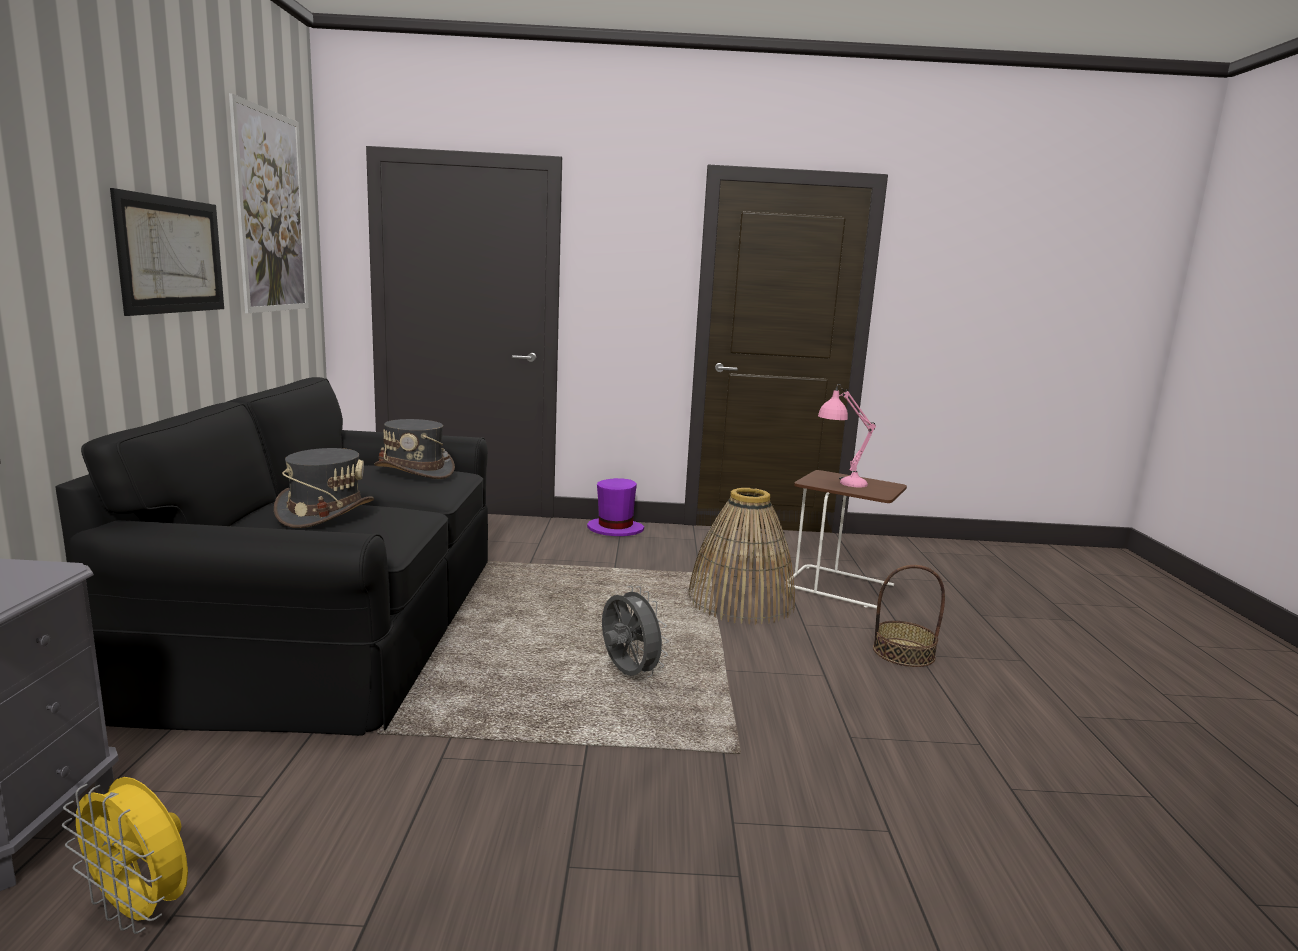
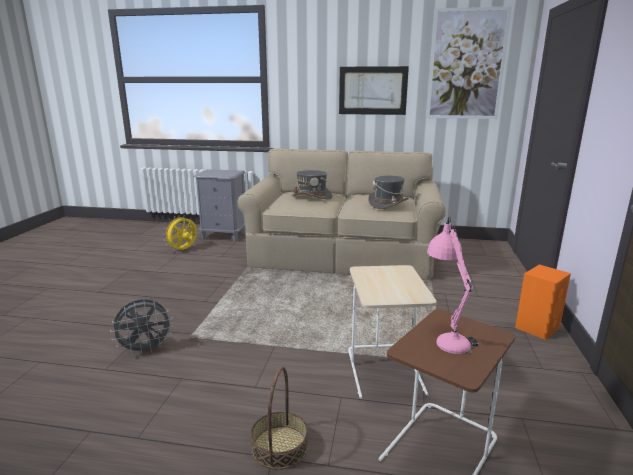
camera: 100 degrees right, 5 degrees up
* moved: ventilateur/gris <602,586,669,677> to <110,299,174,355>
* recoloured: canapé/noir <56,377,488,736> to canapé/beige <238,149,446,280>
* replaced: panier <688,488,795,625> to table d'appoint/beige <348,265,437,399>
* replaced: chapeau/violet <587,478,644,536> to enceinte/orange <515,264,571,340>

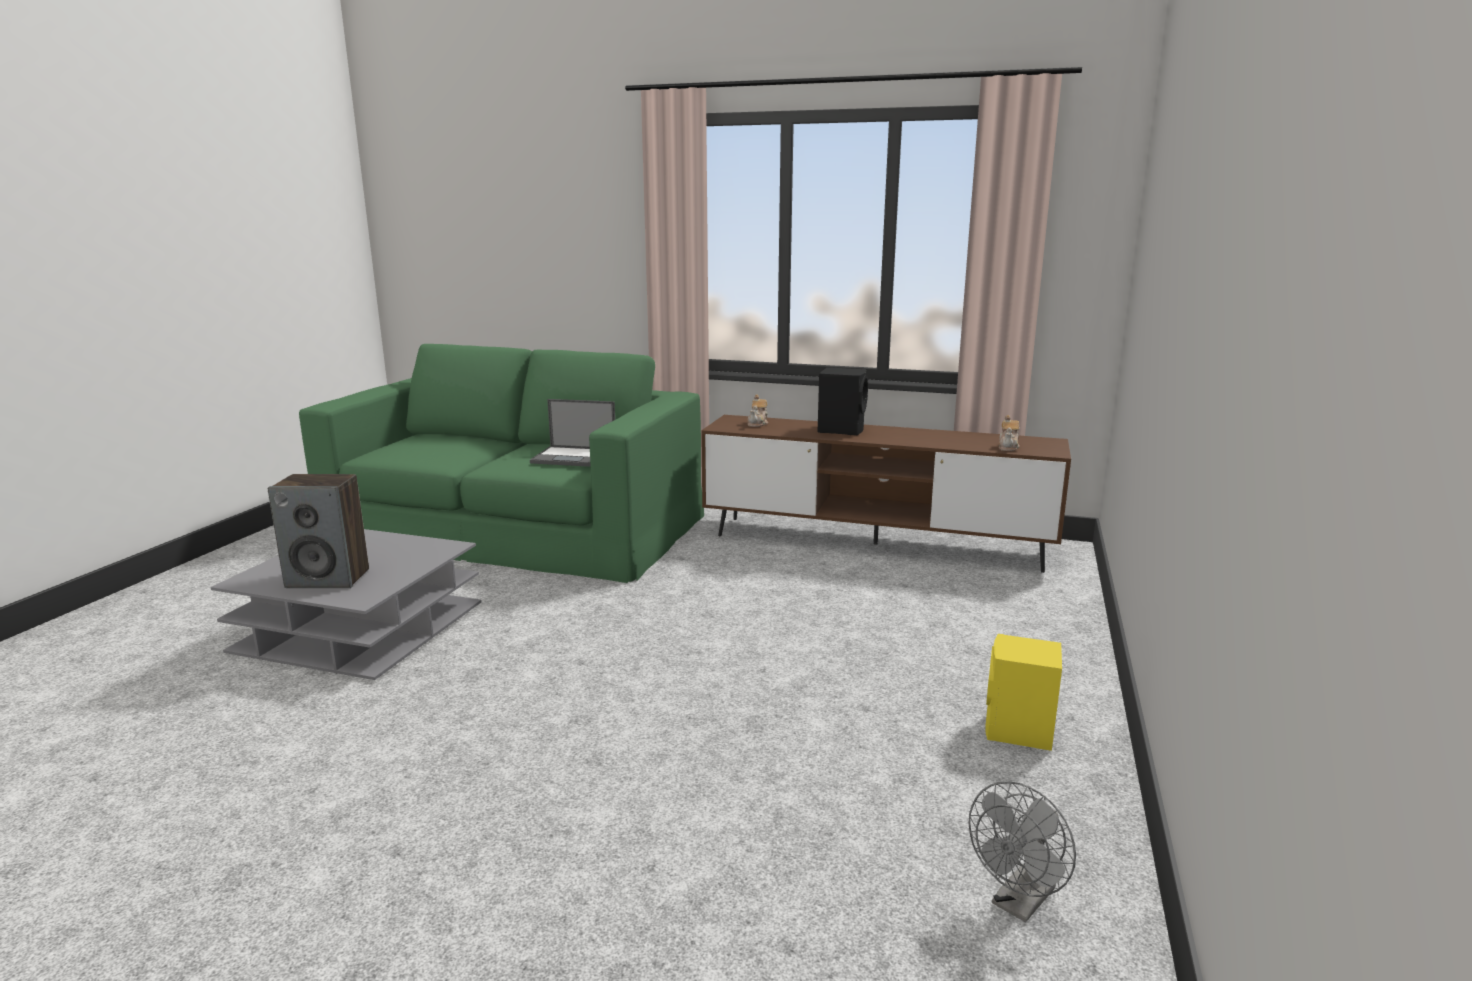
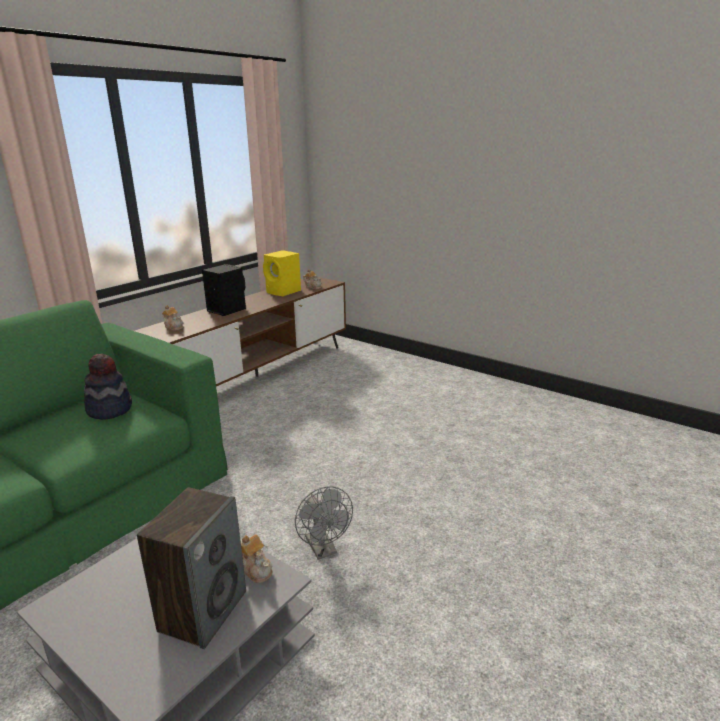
camera: 70 degrees left, 5 degrees up
* replaced: ordinateur portable <530,399,615,467> to chapeau <84,354,132,420>
* added: théière <240,534,273,583>
* moved: enceinte/jaune <986,634,1062,751> to <263,250,301,296>
* moved: ventilateur/gris <969,781,1076,922> to <295,487,353,560>

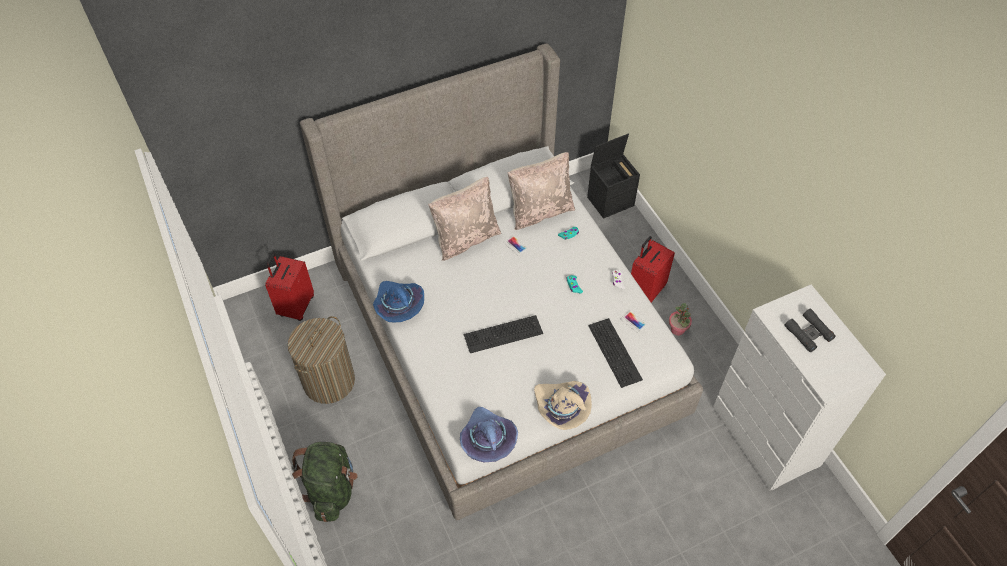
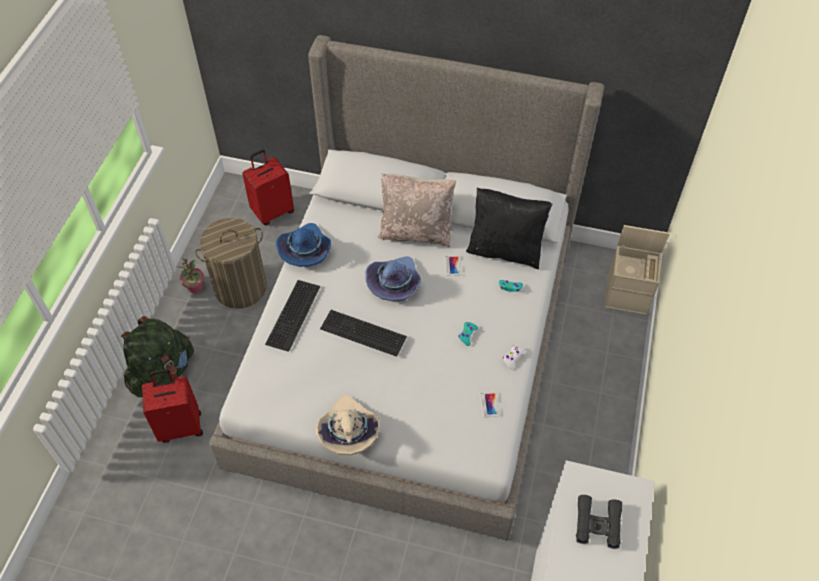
camera: 40 degrees right, 0 degrees up
* moved: valise/rouge <631,236,675,303> to <142,369,203,443>
* moved: plante en pot <669,303,692,336> to <180,257,204,294>
* moved: clavier <588,318,643,388> to <265,280,320,352>
* moved: chapeau/violet <460,407,518,462> to <365,256,421,302>
* recoloured: coussin/beige <507,152,575,230> to coussin/noir <466,188,552,269>
* recoloured: boîte de rangement/noir <587,134,640,219> to boîte de rangement/beige <604,225,670,315>

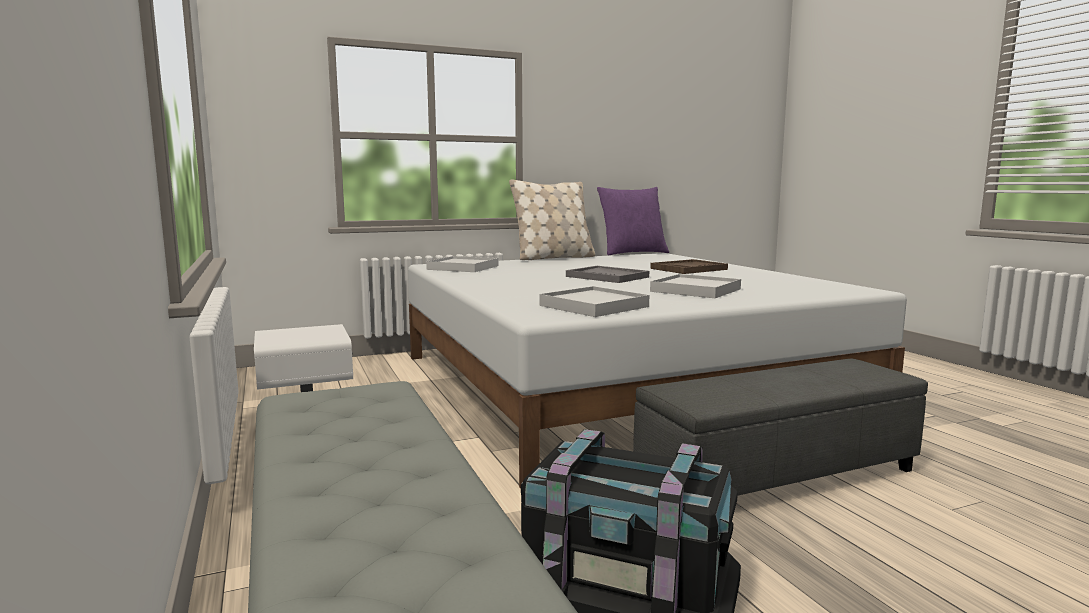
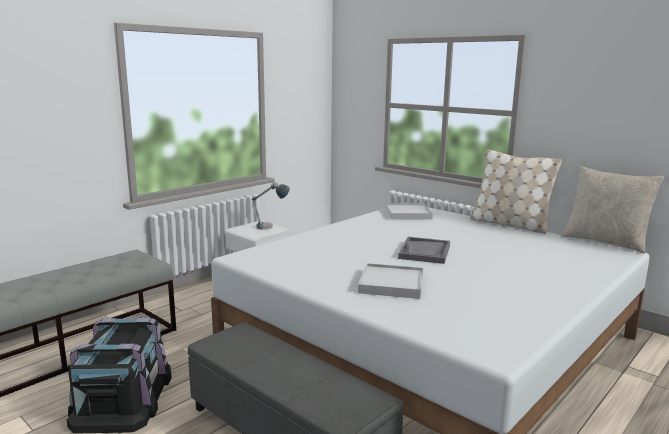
camera: 65 degrees right, 5 degrees up
* added: lampe de table <252,182,290,230>
* recoloured: coussin/violet <597,187,669,255> to coussin/beige <562,166,664,254>
* removed: plateau/blanc <539,286,649,317>
* removed: plateau/marron <650,259,728,274>

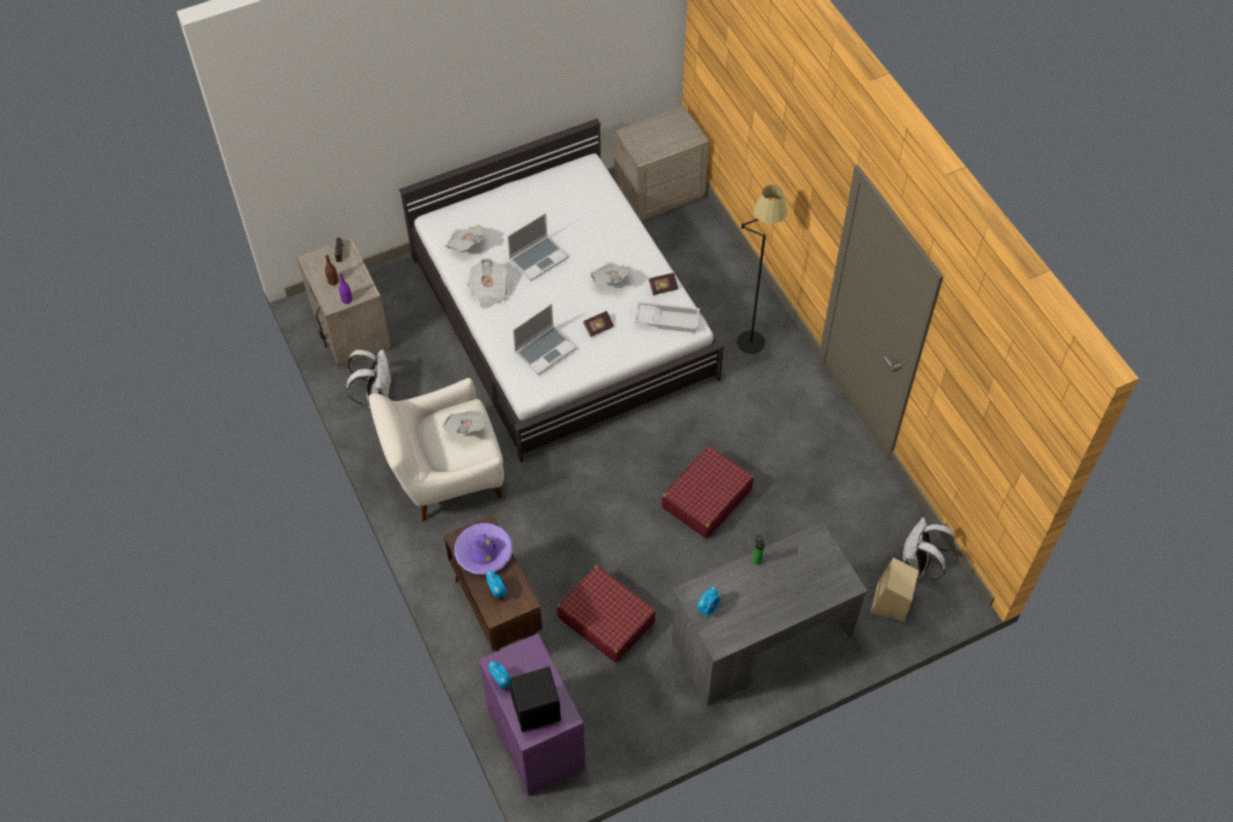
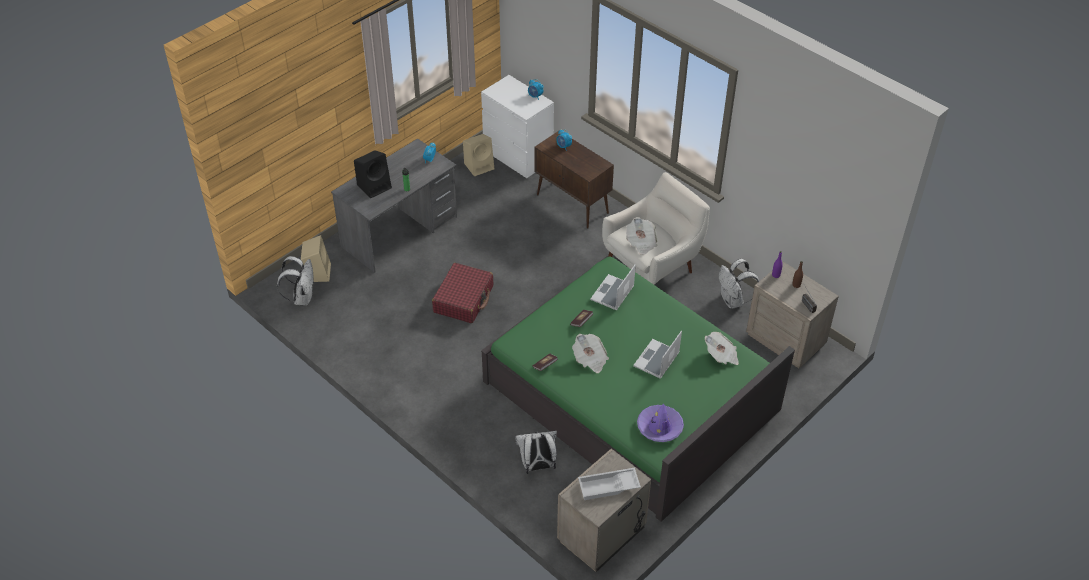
camera: 160 degrees right, 10 degrees down
* moved: enceinte/noir <510,666,561,732> to <354,150,392,198>
* added: enceinte/beige <463,134,494,176>
* recoloured: commode/violet <479,633,586,796> to commode/blanc <481,75,554,179>
* recoloured: lit/blanc <399,118,724,463> to lit/vert <481,256,795,522>
* added: sac à dos/blanc <515,431,557,474>
* moved: plateau/blanc <635,301,700,333> to <578,468,641,500>
* moved: chapeau/violet <454,523,513,575> to <637,403,684,442>
* removed: journal <467,258,509,309>
* removed: valise/rouge <557,566,656,663>
* removed: lampadaire/noir <737,185,788,354>

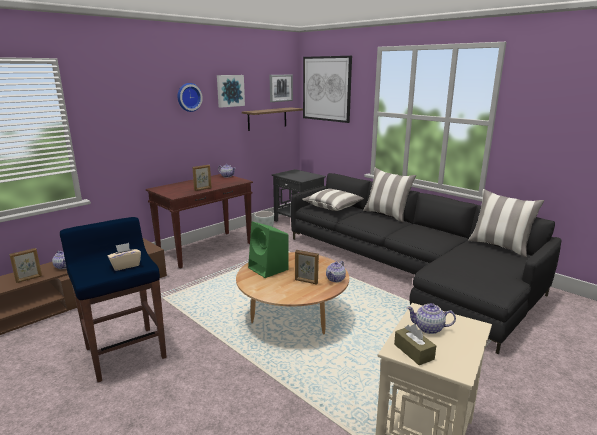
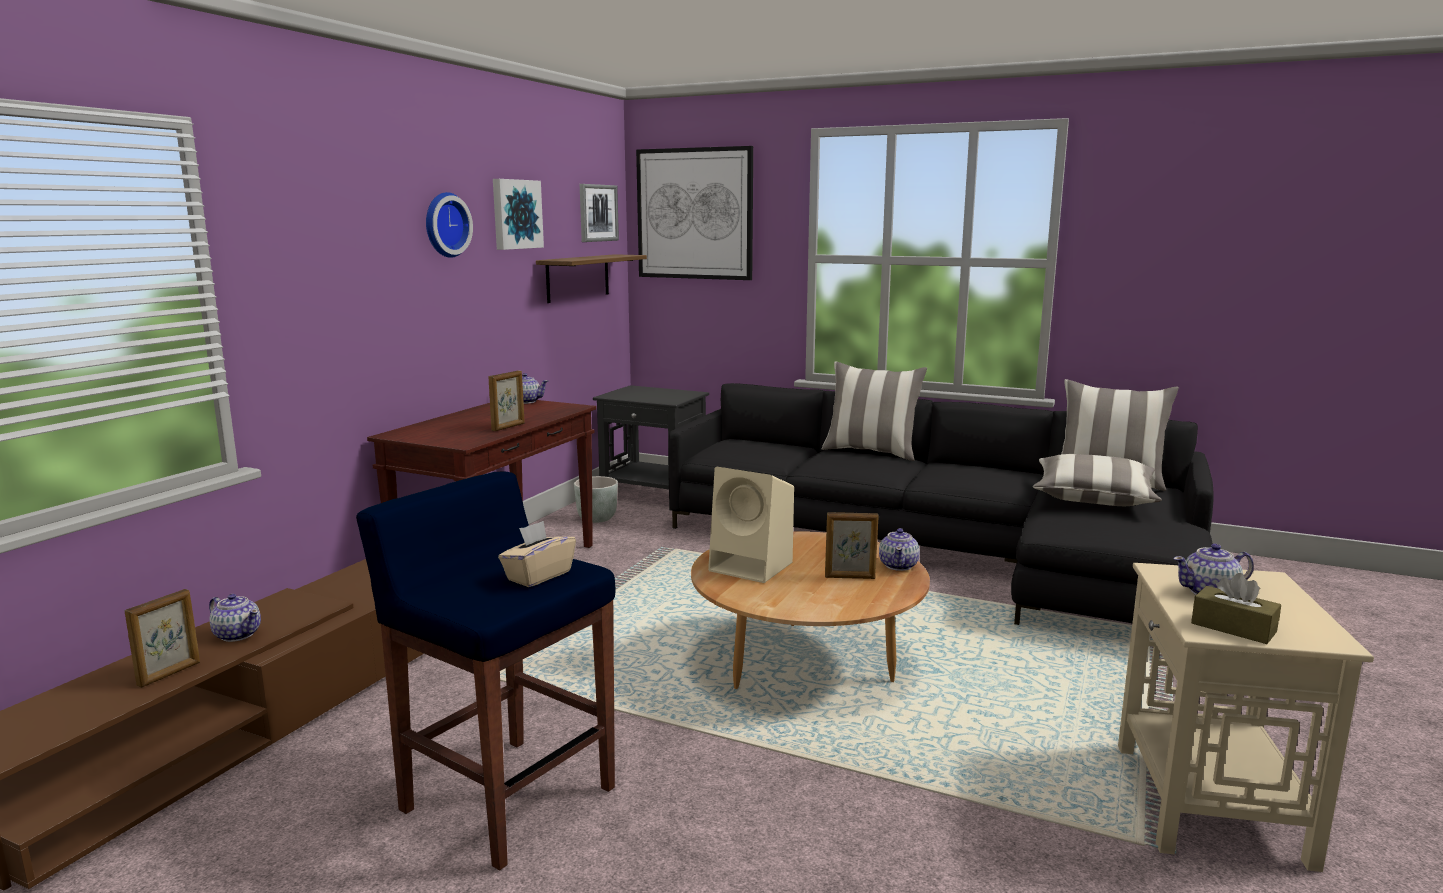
camera: 20 degrees left, 5 degrees down
* recoloured: enceinte/vert <248,221,289,278> to enceinte/beige <708,467,794,583>
* moved: coussin <302,189,364,211> to <1033,454,1162,506>

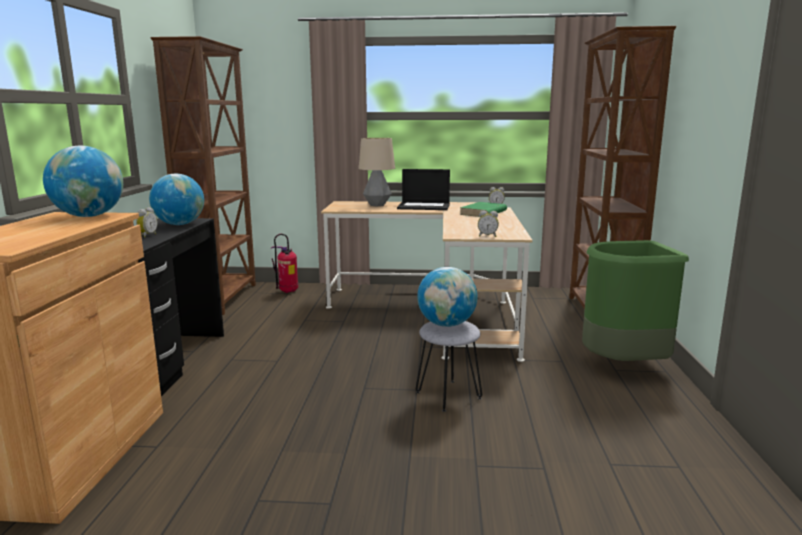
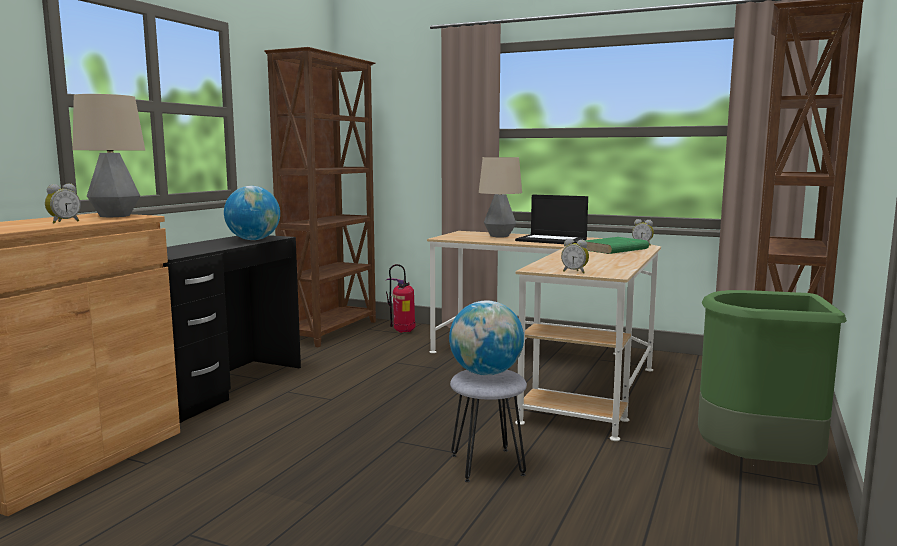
camera: 20 degrees right, 5 degrees down
* moved: réveil <136,207,157,238> to <45,184,81,224>
* replaced: globe <43,146,123,217> to lampe de table <72,94,145,218>

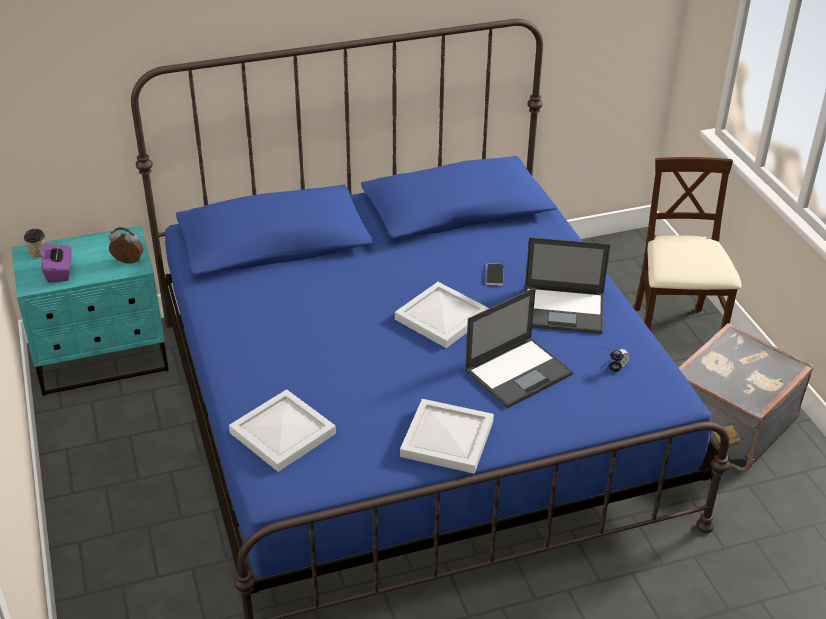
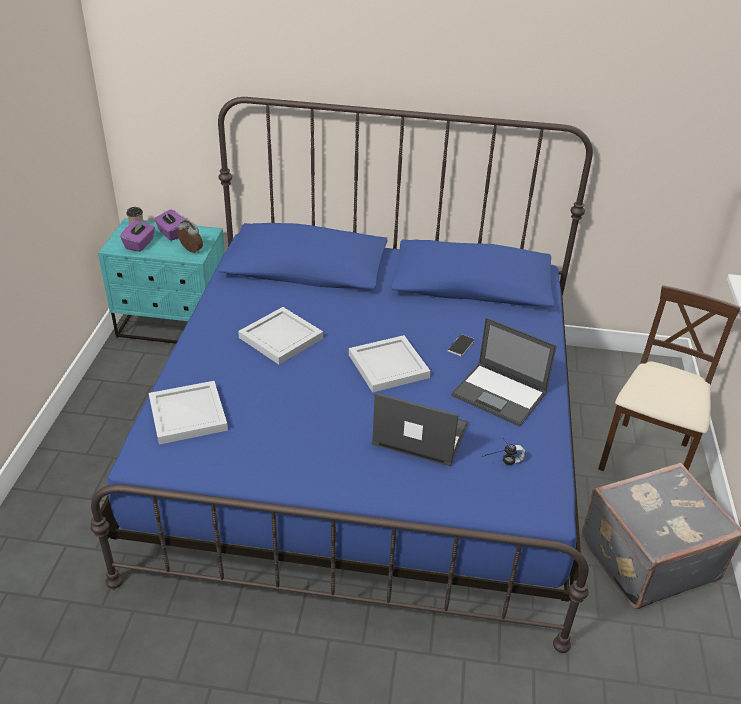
camera: 25 degrees right, 0 degrees up
* added: boîte à mouchoirs/violet <154,209,184,241>
* moved: plateau/blanc <400,399,494,474> to <238,307,323,365>
* turned: ordinateur portable <465,288,573,408> = <372,393,469,467> 150 degrees counterclockwise

